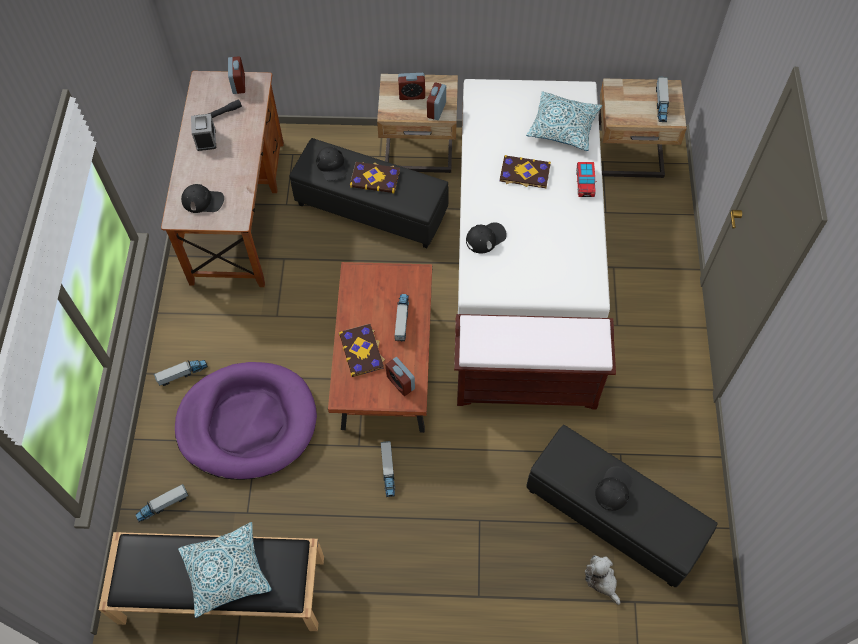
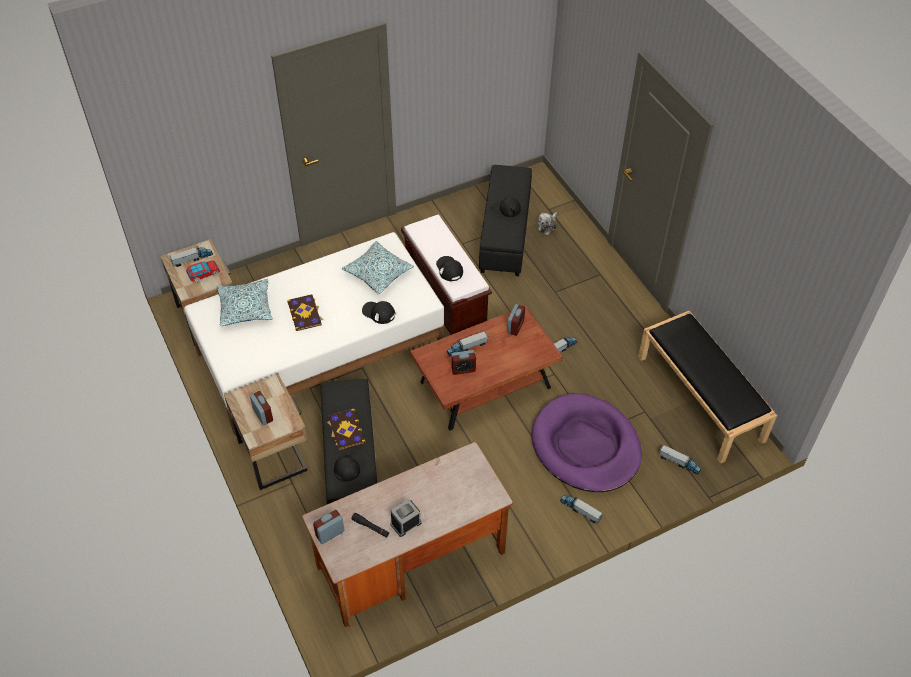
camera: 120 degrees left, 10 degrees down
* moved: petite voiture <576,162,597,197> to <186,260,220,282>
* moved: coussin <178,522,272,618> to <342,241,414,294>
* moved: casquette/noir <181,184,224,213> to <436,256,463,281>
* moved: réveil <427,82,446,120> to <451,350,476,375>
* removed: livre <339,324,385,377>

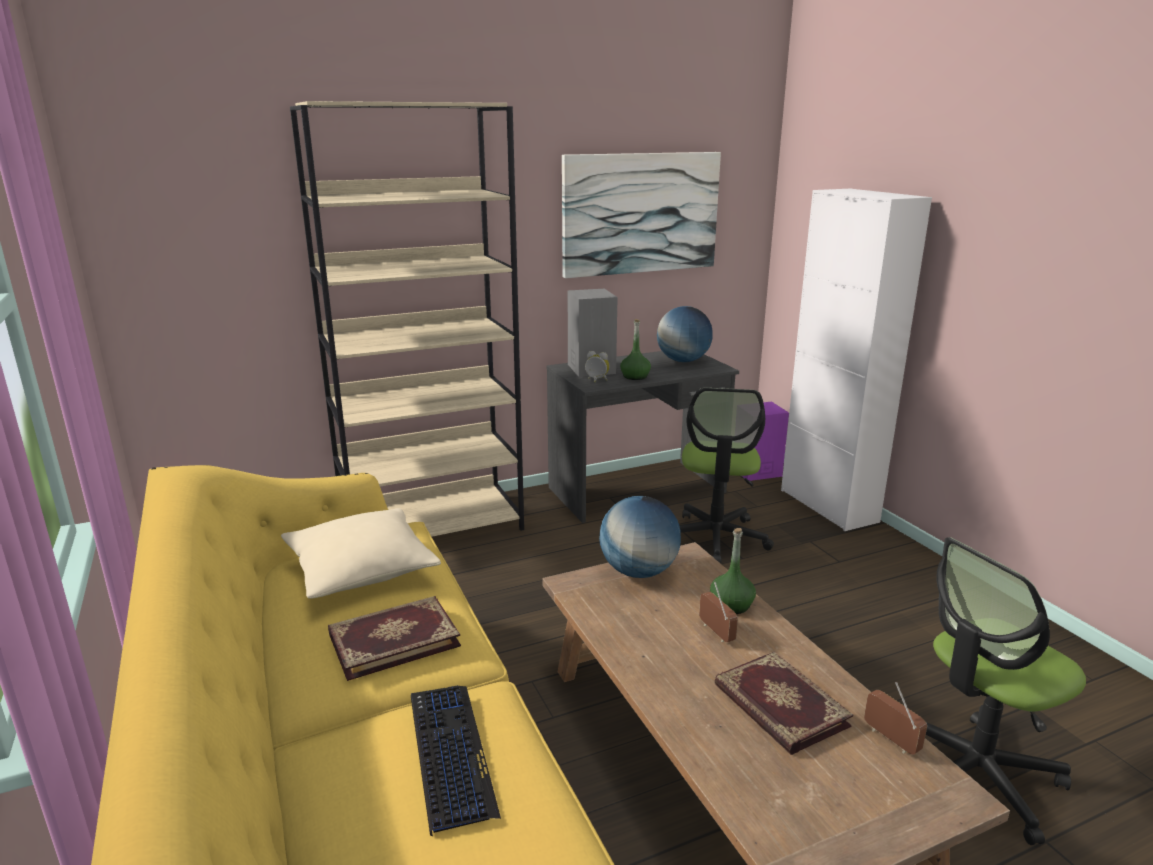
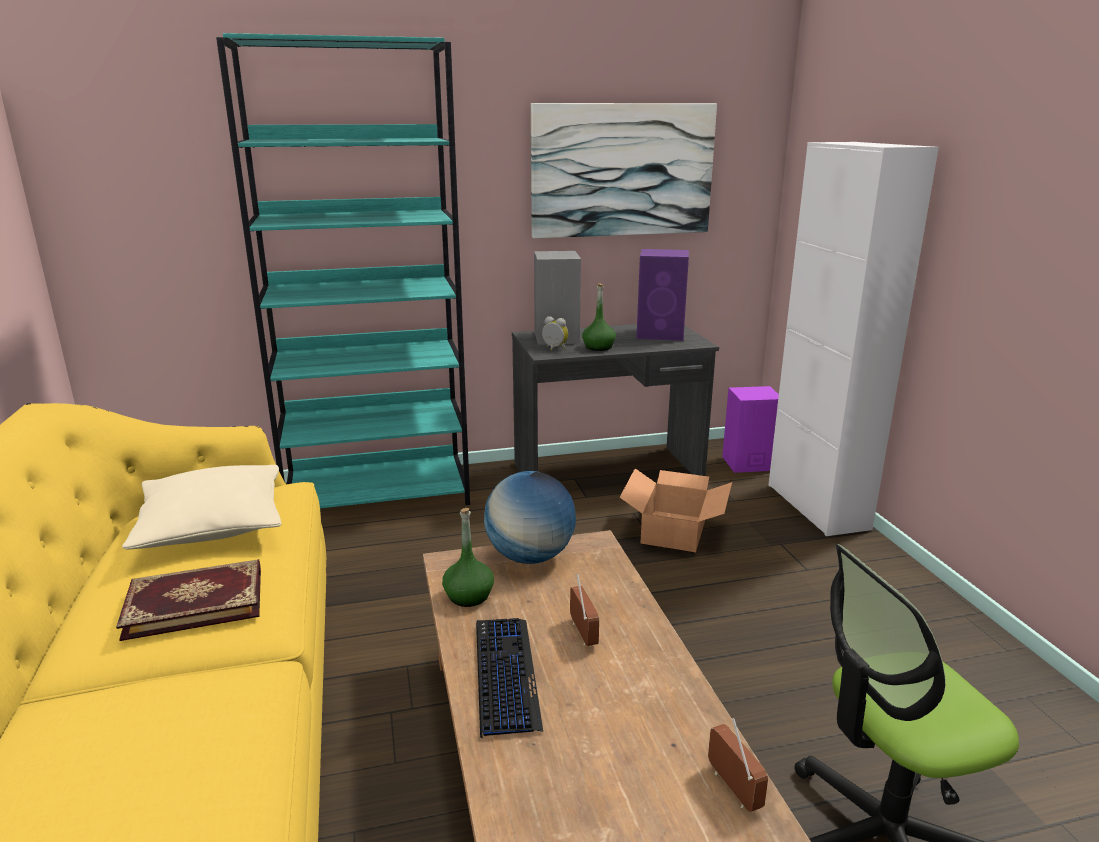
camera: 10 degrees right, 0 degrees up
* recoloured: bibliothèque/beige <290,101,524,537> to bibliothèque/turquoise <216,33,470,508>
* moved: bouteille/vert <710,528,756,614> to <442,508,494,607>
* moved: clavier <411,685,501,837> to <476,618,543,739>
* replaced: chaise de bureau <679,388,774,564> to carton <620,468,732,552>
* replaced: globe <657,306,713,362> to enceinte/violet <636,249,689,341>
* removed: livre <715,652,853,755>

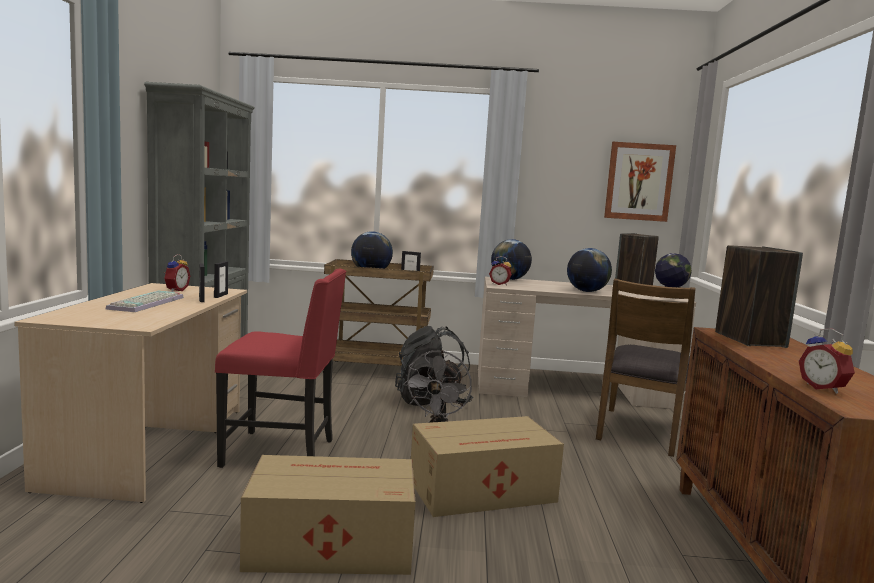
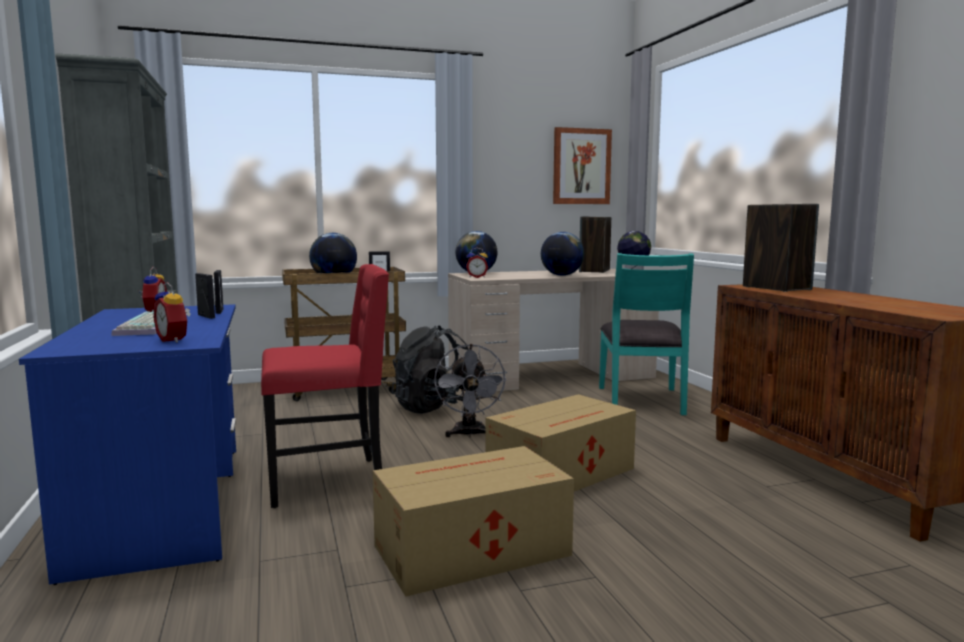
camera: 20 degrees left, 0 degrees up
* recoloured: bureau/beige <14,283,247,503> to bureau/bleu <19,304,236,585>
* moved: réveil <799,329,855,394> to <153,282,191,343>
* recoloured: chaise/marron <596,278,696,457> to chaise/turquoise <599,253,694,415>

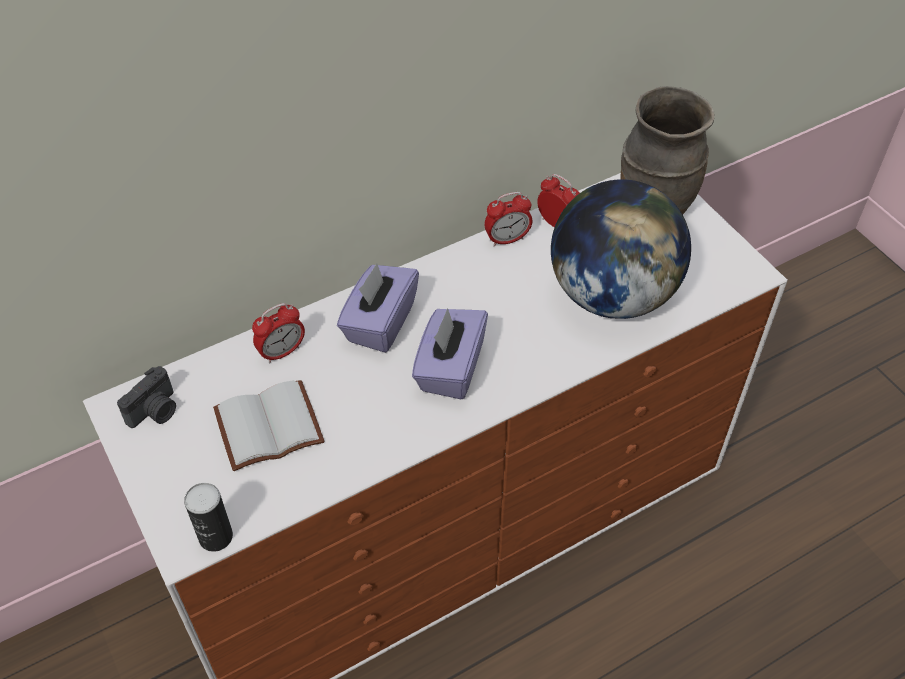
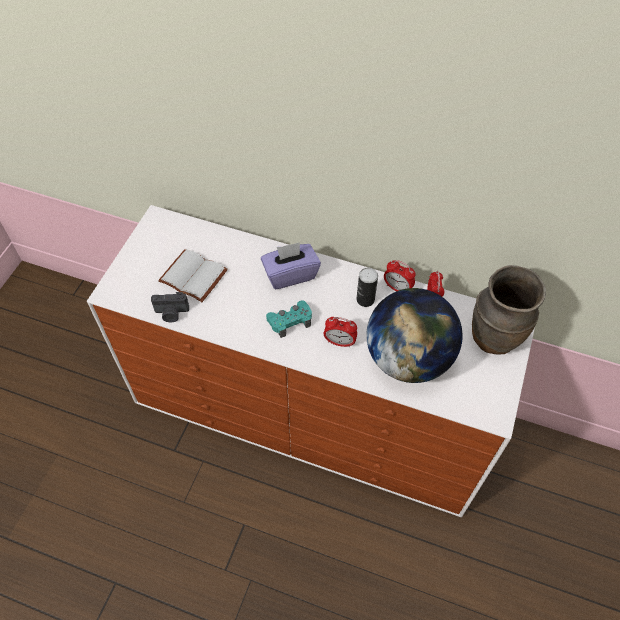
camera: 50 degrees right, 5 degrees up
* moved: appareil photo <117,366,176,428> to <151,292,189,323>
* replaced: boîte à mouchoirs/violet <412,308,488,400> to manette/turquoise <266,301,312,338>
* moved: réveil <252,303,305,363> to <324,317,357,347>
* moved: boîte métallique <184,483,233,552> to <356,268,378,307>

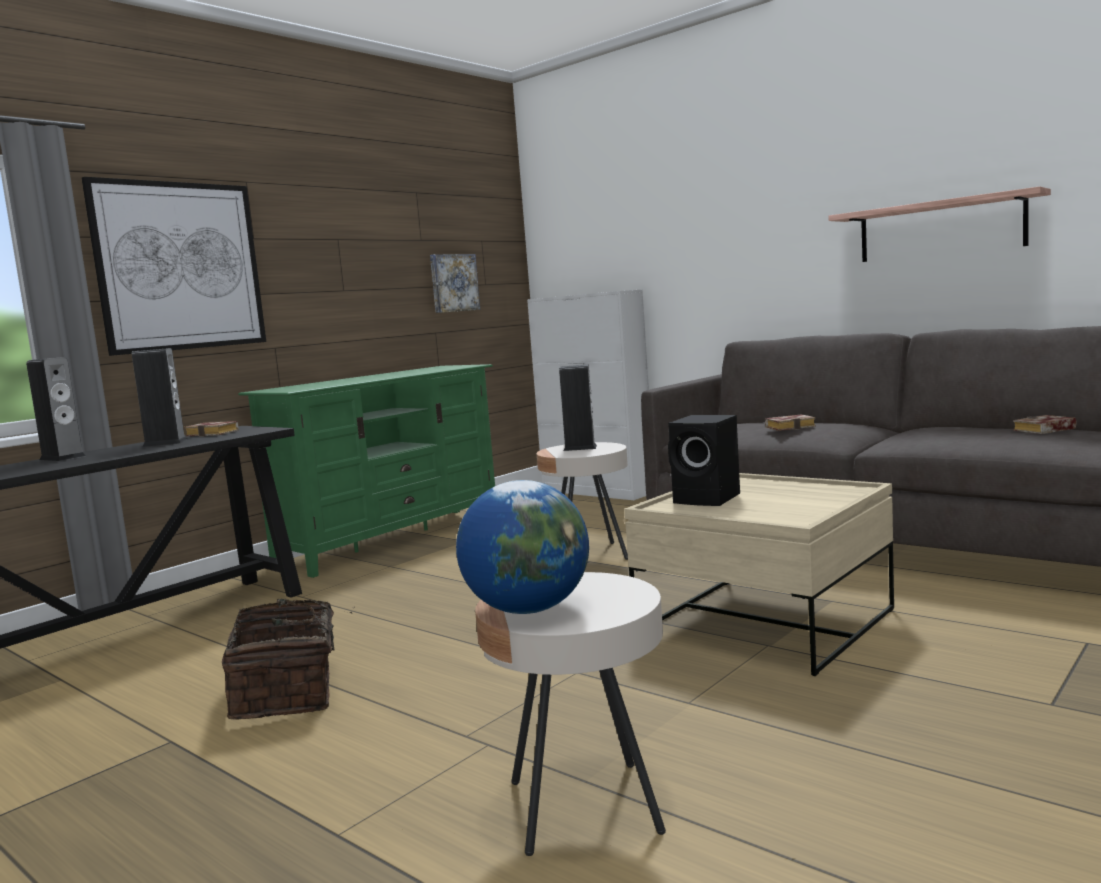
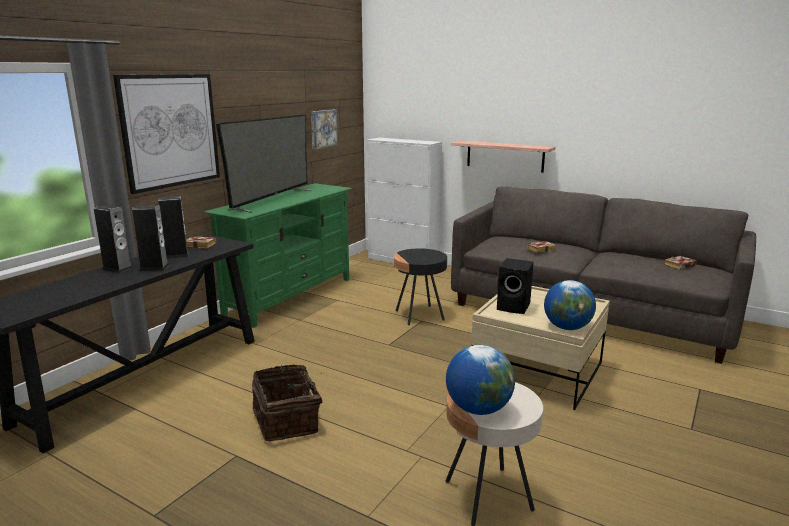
camera: 10 degrees left, 10 degrees up
* moved: enceinte <559,364,597,451> to <132,205,169,271>
* added: téléviseur <216,114,311,213>
* recoloured: table d'appoint/beige <536,442,628,560> to table d'appoint/noir <394,248,447,325>
* moved: étagère <829,186,1051,262> to <451,140,555,173>
* added: globe <544,280,596,330>

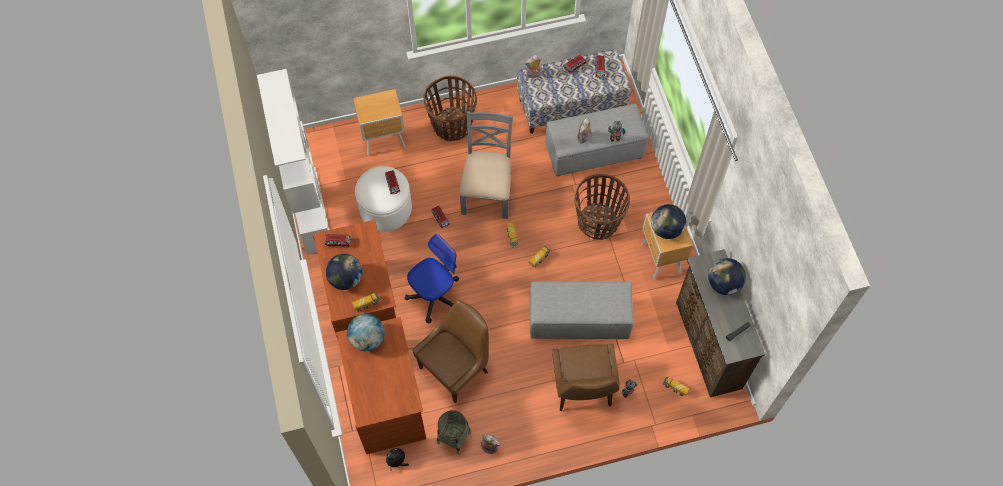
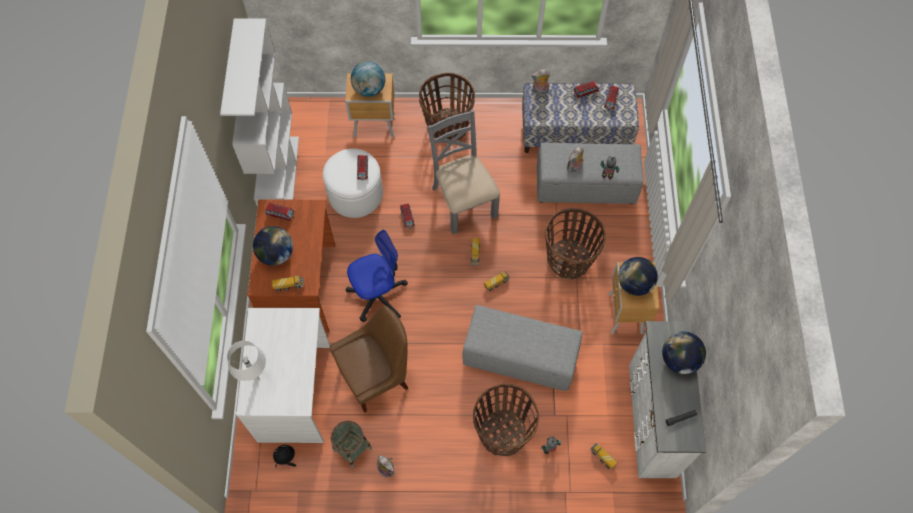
camera: 15 degrees right, 0 degrees up
* added: lampe de table/blanc <227,341,266,381>
* recoloured: bureau/marron <336,317,426,454> to bureau/blanc <236,308,330,443>
* moved: globe <347,314,385,351> to <351,62,385,97>
* turned: chaise/gris <459,111,513,219> = <427,109,500,234> 45 degrees counterclockwise
* replaced: chaise/marron <552,344,620,411> to panier <473,384,539,456>
* recoloured: commode/marron <676,249,766,397> to commode/blanc <629,321,706,478>

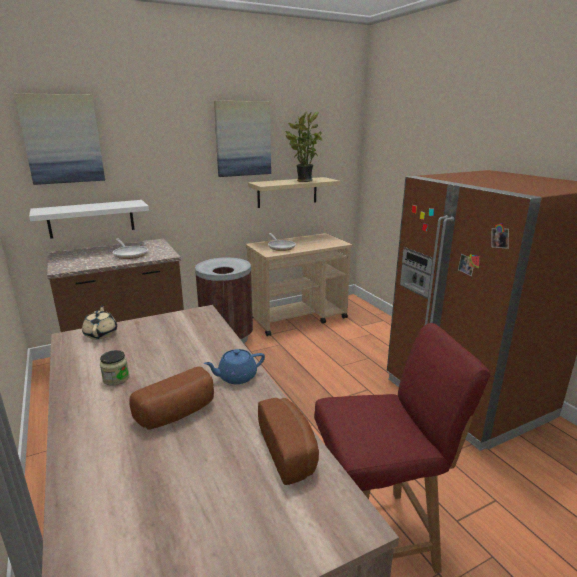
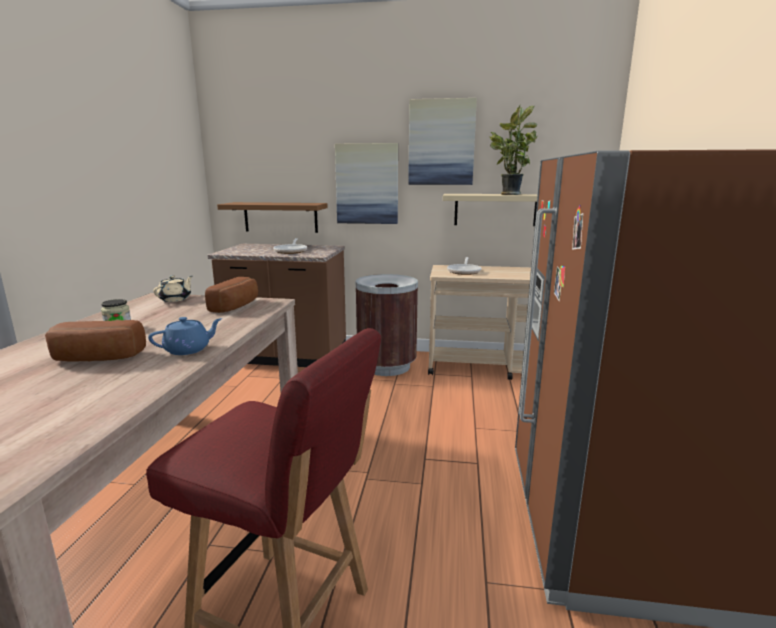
camera: 35 degrees right, 5 degrees down
* turned: théière/bleu <204,349,265,384> = <148,317,222,355> 135 degrees clockwise
* moved: pain <258,398,319,485> to <205,277,258,313>
* recoloured: étagère/blanc <29,200,149,239> to étagère/marron <217,202,328,233>
* moved: tableau <14,93,105,185> to <335,143,398,224>

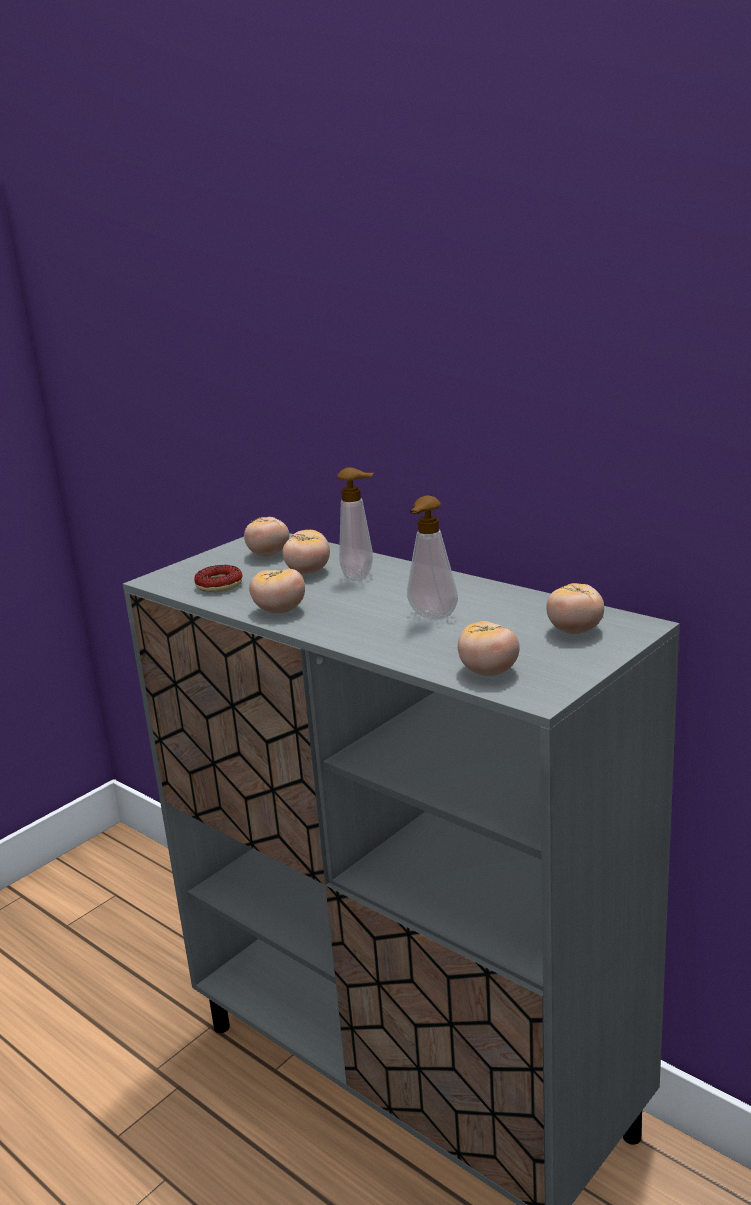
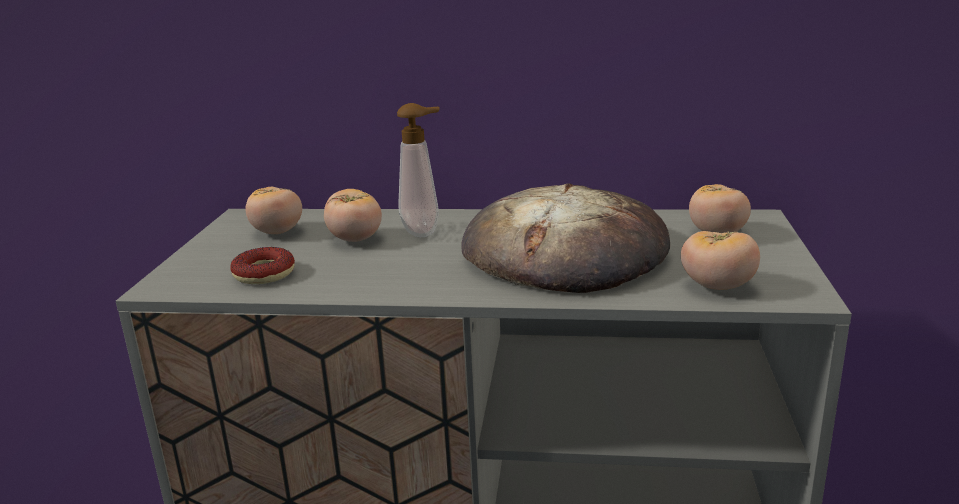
camera: 35 degrees left, 0 degrees up
* replaced: distributeur de savon <407,495,458,619> to pain <462,183,670,293>
* removed: tomate <249,568,305,613>

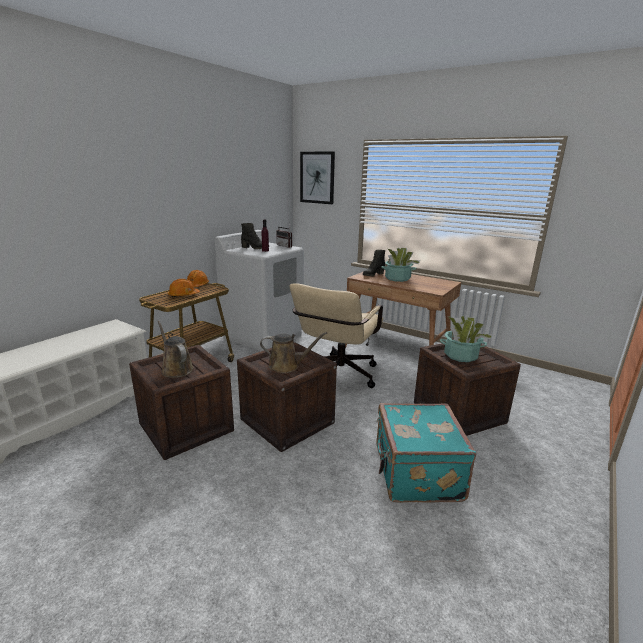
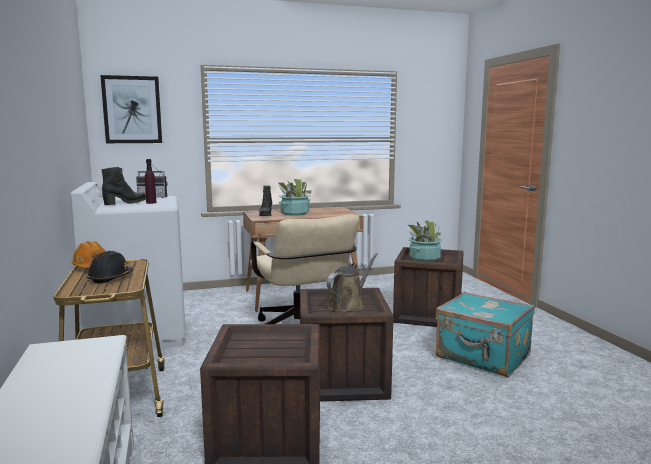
camera: 50 degrees left, 10 degrees down
* recoloured: casque de chantier/orange <168,279,200,297> to casque de chantier/noir <86,251,134,284>
* removed: arrosoir/marron <158,321,194,378>

